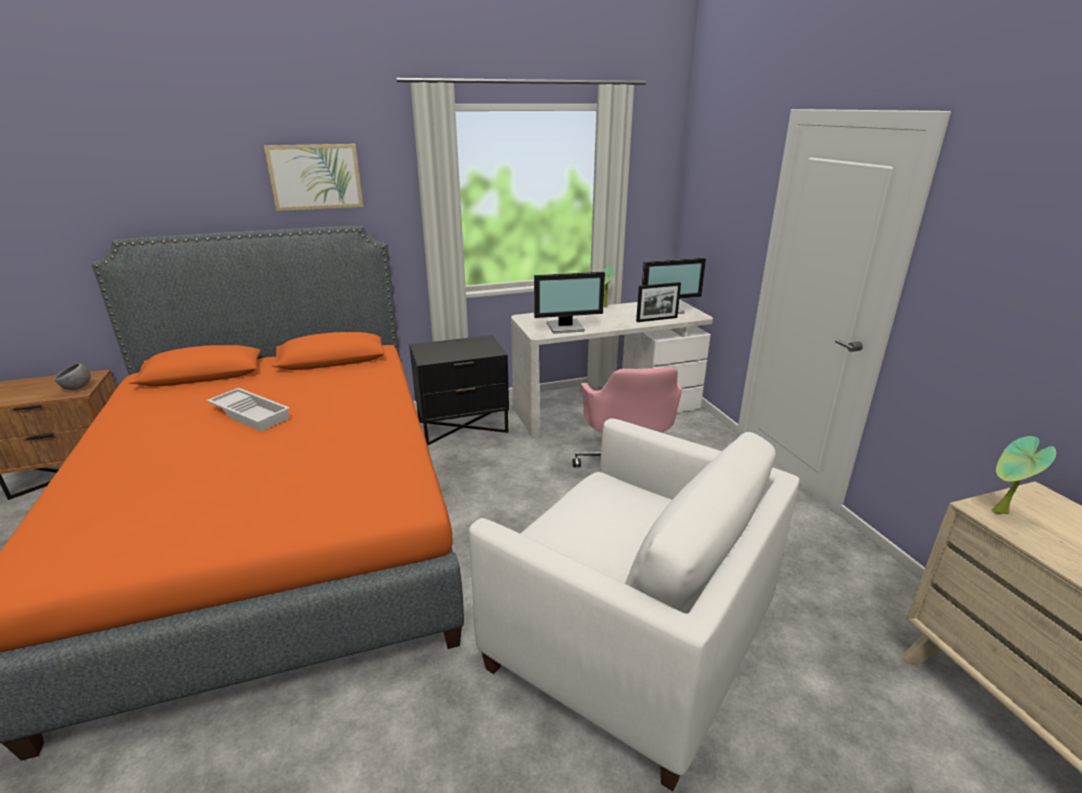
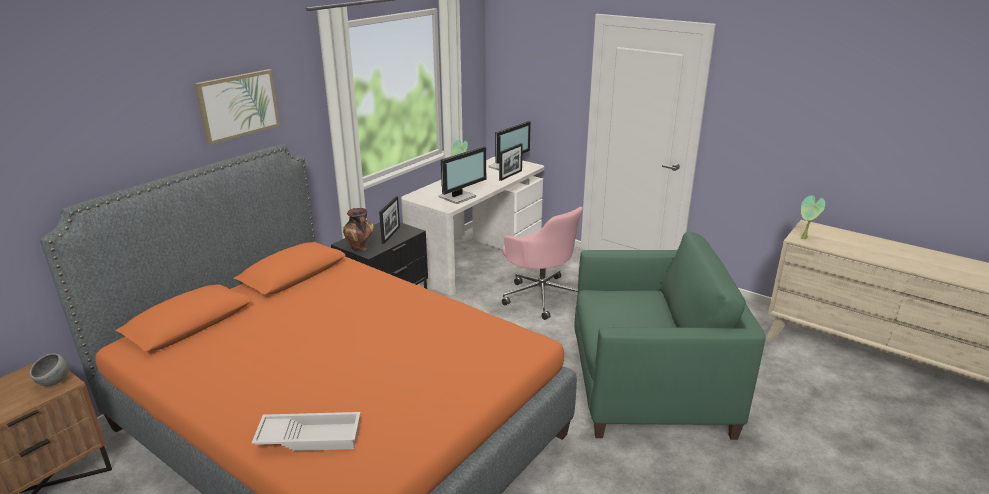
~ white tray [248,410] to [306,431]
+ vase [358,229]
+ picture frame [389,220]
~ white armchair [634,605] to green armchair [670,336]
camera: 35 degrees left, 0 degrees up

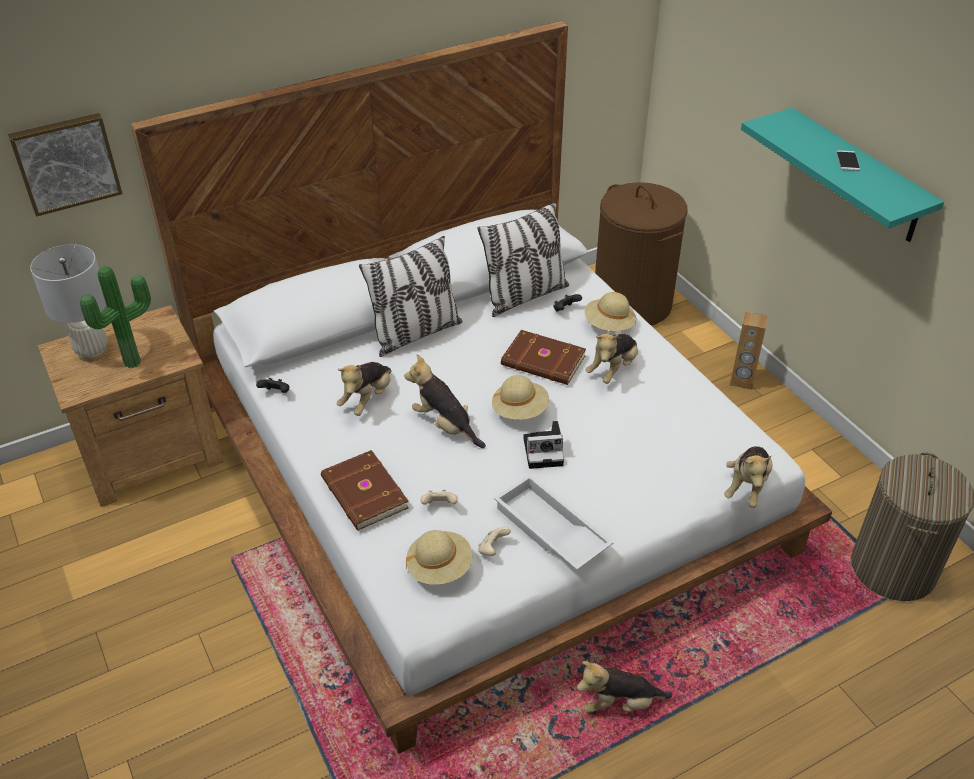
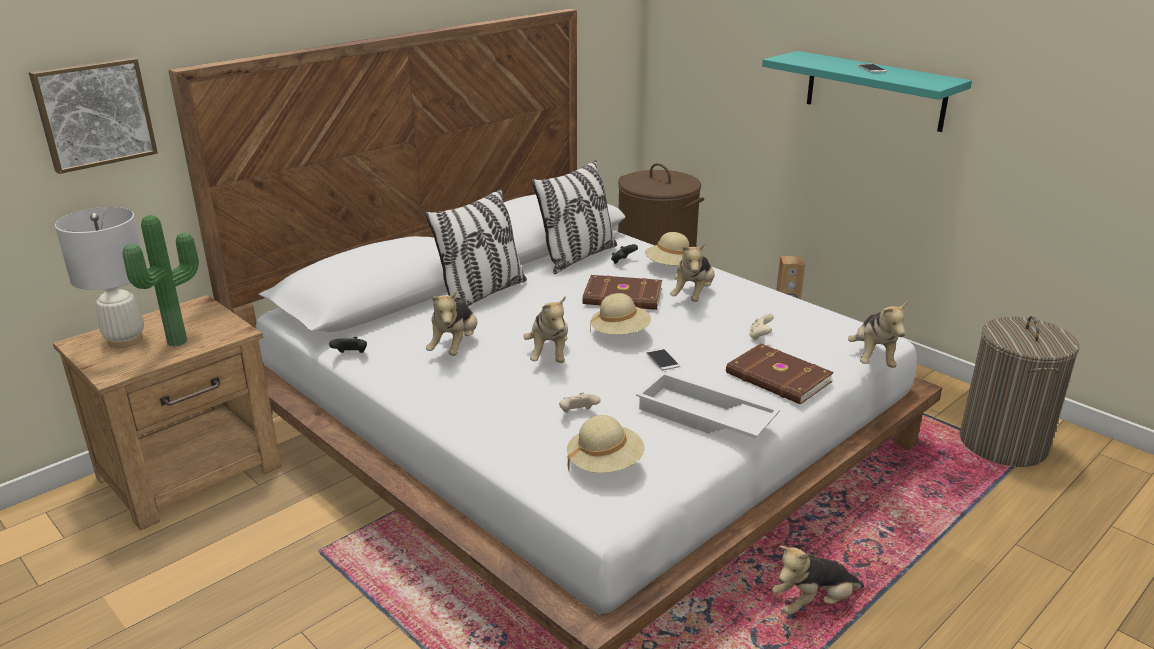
~ plush toy [445,401] = [545,329] 120 degrees counterclockwise
~ photo camera [543,445] to phone [663,359]
~ brown book [365,490] to [780,373]
~ beige game controller [494,541] to [761,327]
camera: 15 degrees left, 15 degrees down

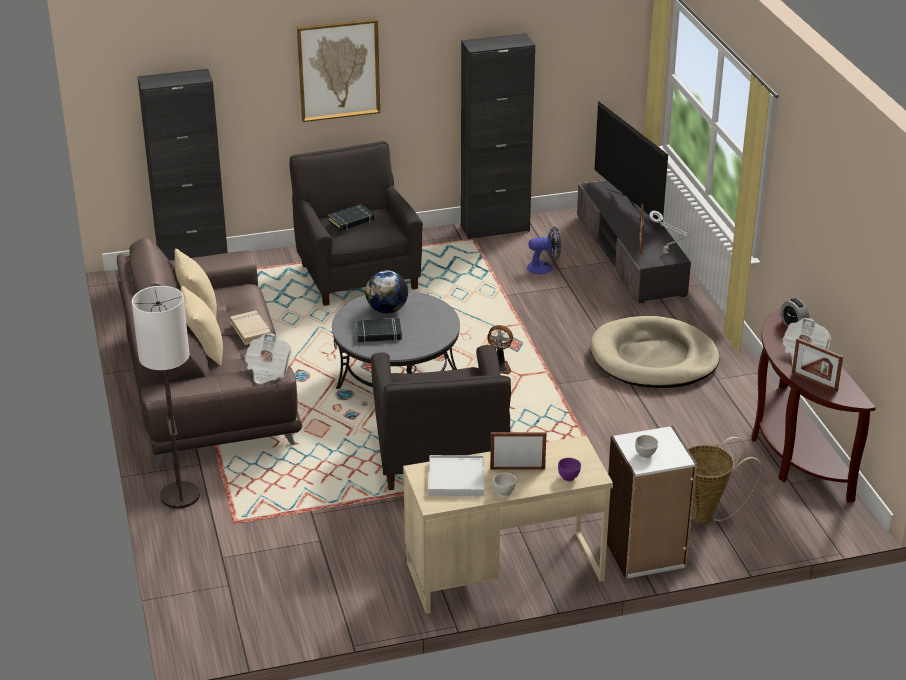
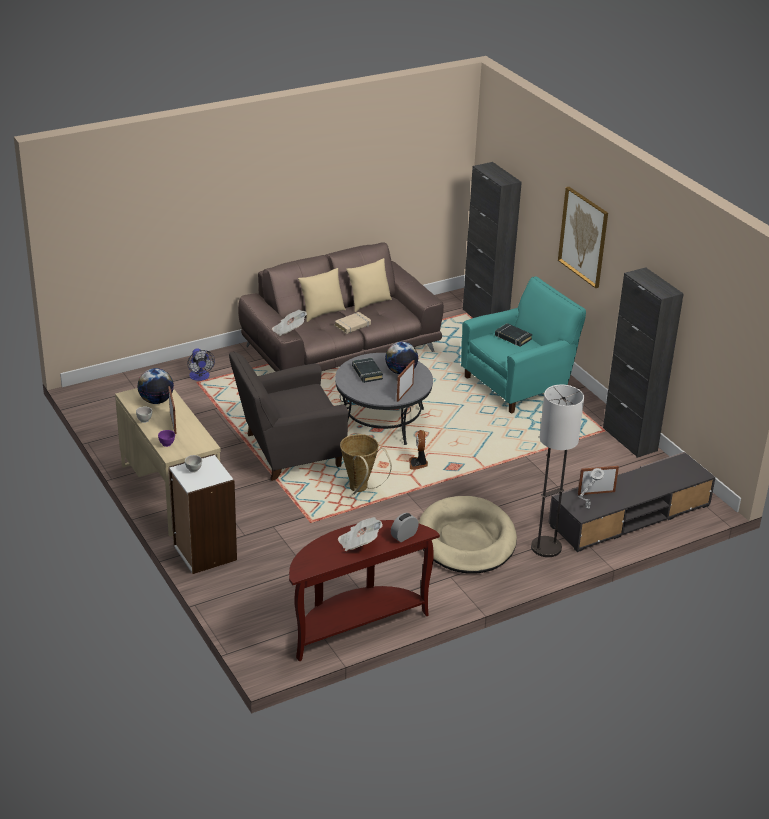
~ white tray [456,475] to globe [156,386]
~ fan [544,250] to [201,364]
~ basket [725,480] to [366,464]
~ picture frame [817,365] to [406,381]
~ grey armchair [356,223] to turquoise armchair [523,345]
~ floor lamp [166,397] to [557,470]
- television [631,163]
camera: 75 degrees right, 0 degrees up

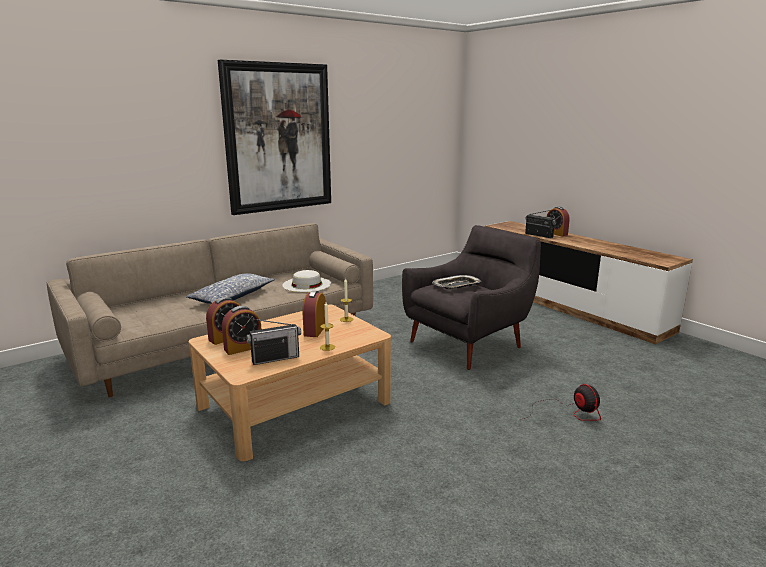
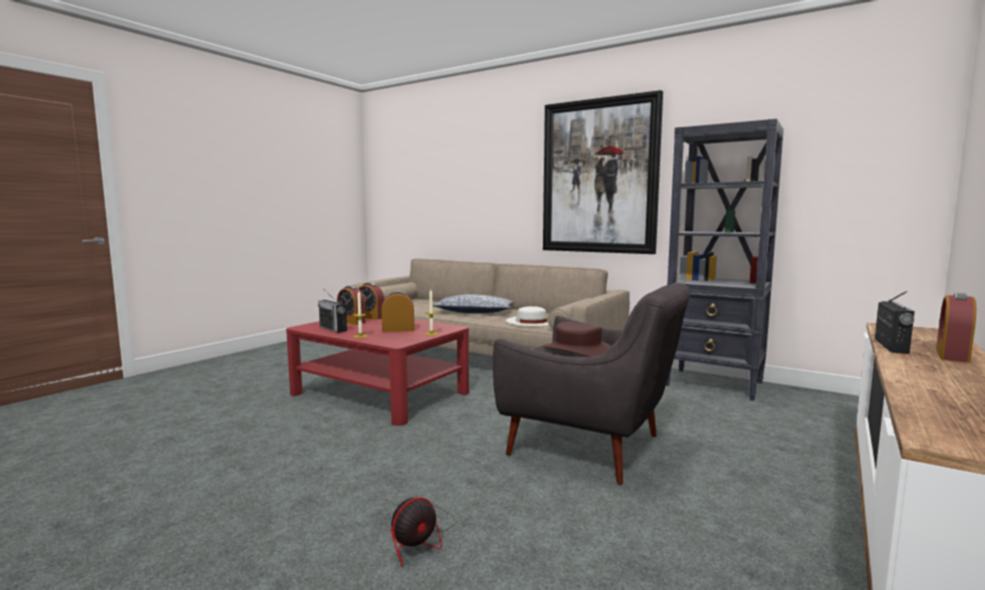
~ beige coffee table [289,383] to red coffee table [377,372]
~ tray [456,282] to brown hat [577,339]
+ black bookcase [725,260]
camera: 70 degrees right, 10 degrees down

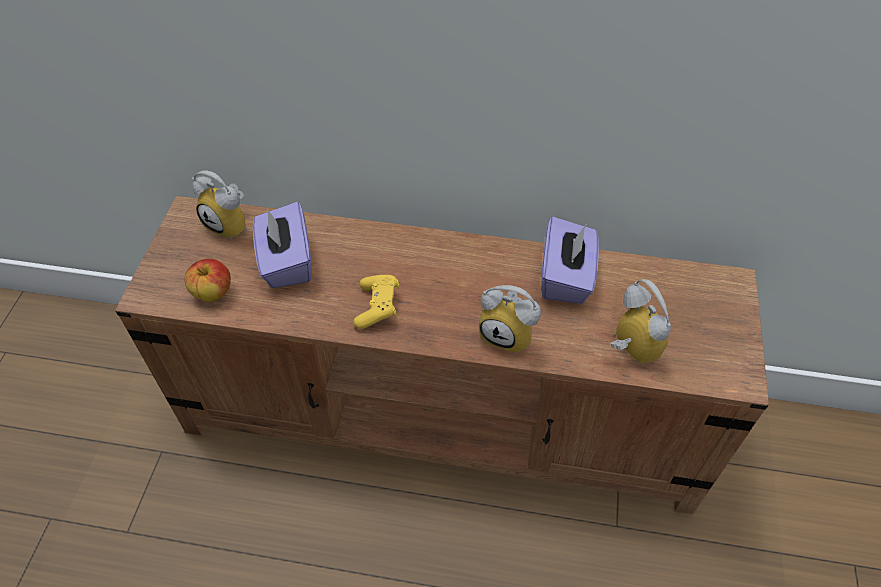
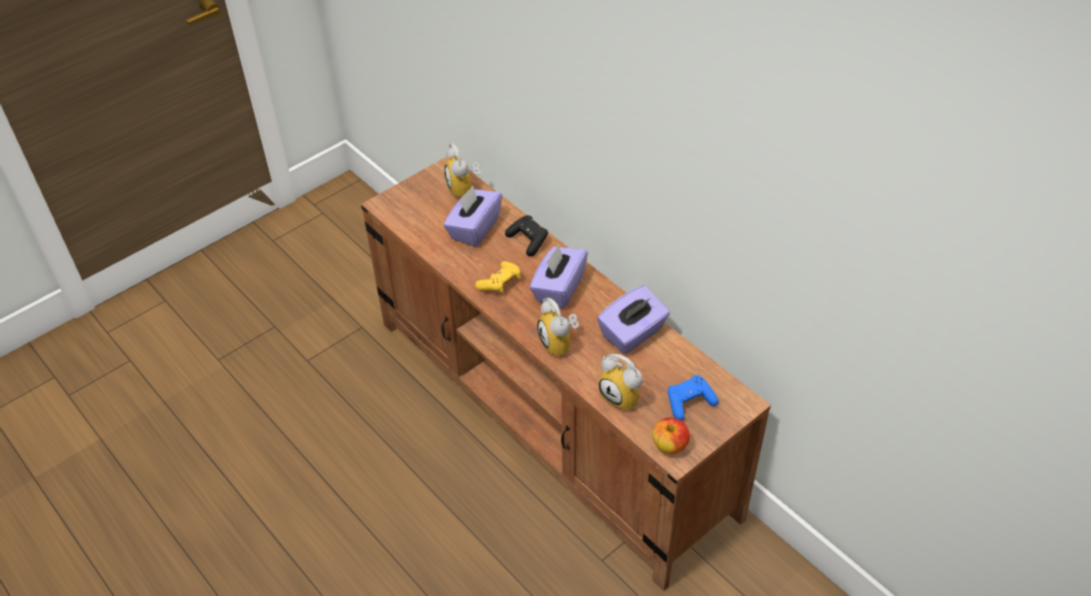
+ black game controller [526,235]
+ purple tissue box [559,276]
~ alarm clock [641,321] = [621,382] 120 degrees clockwise
~ apple [208,280] to [671,436]
+ blue game controller [693,398]
camera: 40 degrees right, 5 degrees down

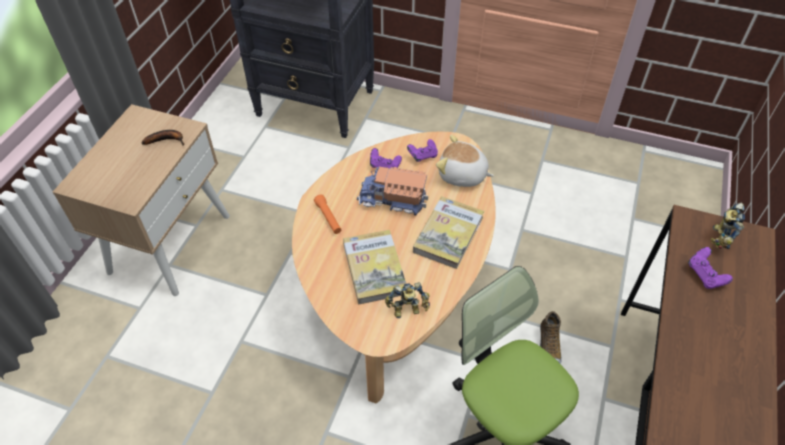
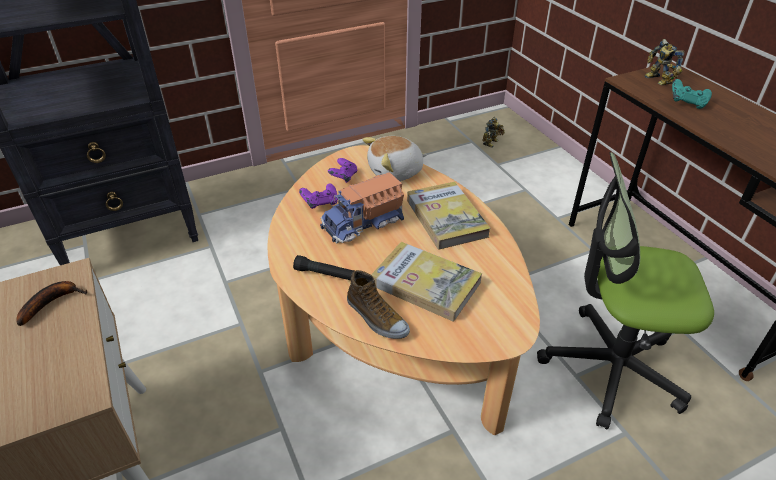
~ orange flashlight [327,214] to black flashlight [324,267]
~ shoe [551,337] to [378,304]
~ toy robot [407,300] to [493,132]
~ purple game controller [710,268] to turquoise game controller [692,94]
camera: 45 degrees left, 10 degrees down

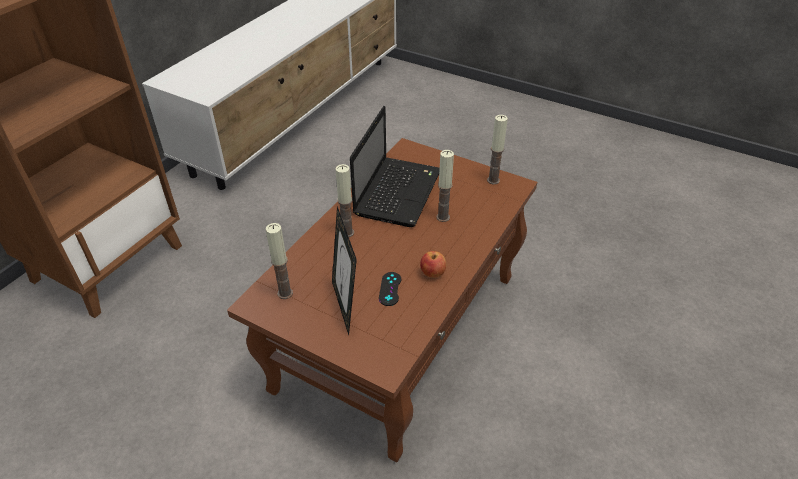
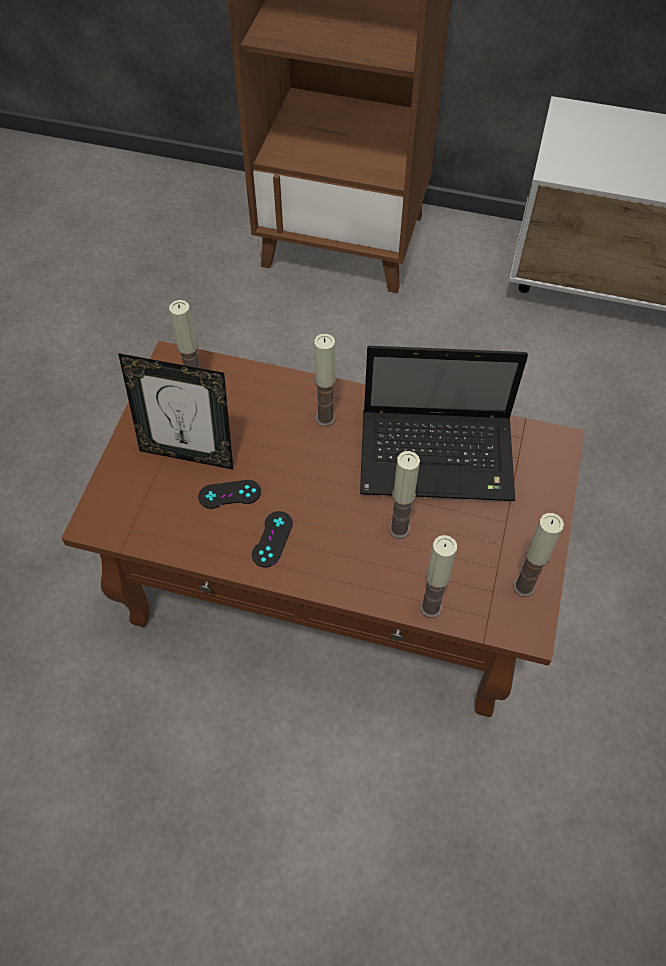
~ picture frame [344,271] = [175,411] 135 degrees counterclockwise
~ apple [433,264] to black game controller [272,539]
+ candle [438,576]
camera: 75 degrees right, 15 degrees up

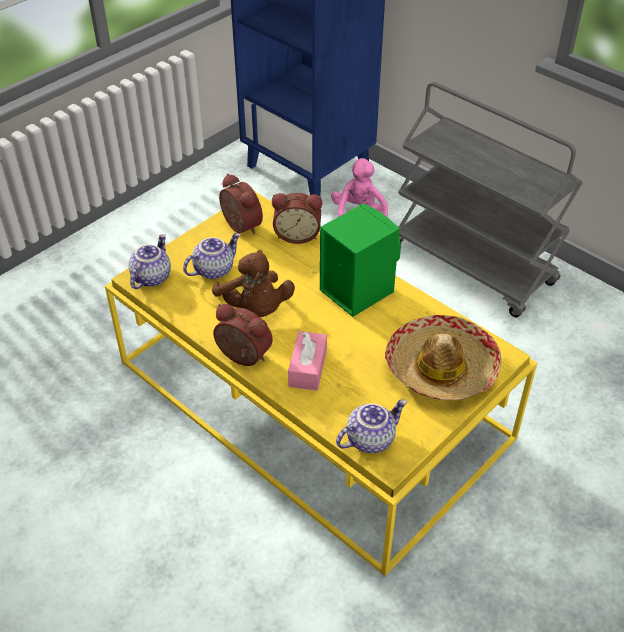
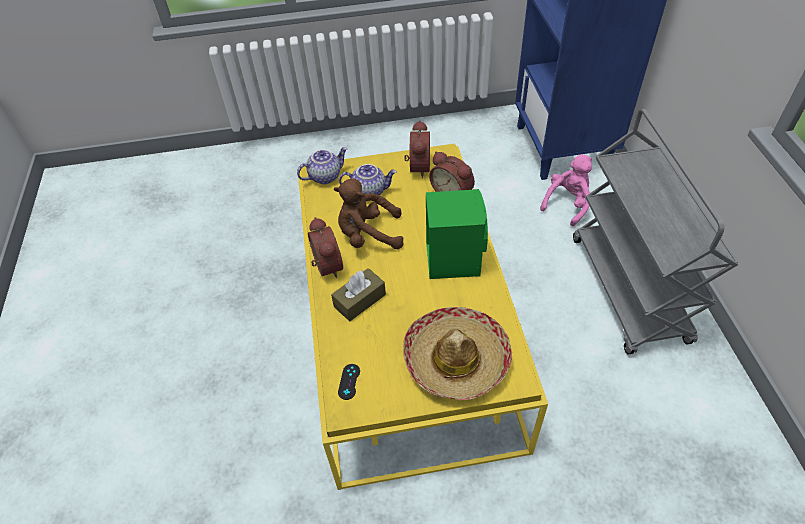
~ pink tissue box [307,361] to brown tissue box [358,294]
~ brown plush toy [253,283] = [369,213] 75 degrees clockwise
~ teapot [371,426] to black game controller [349,382]
camera: 40 degrees right, 5 degrees up

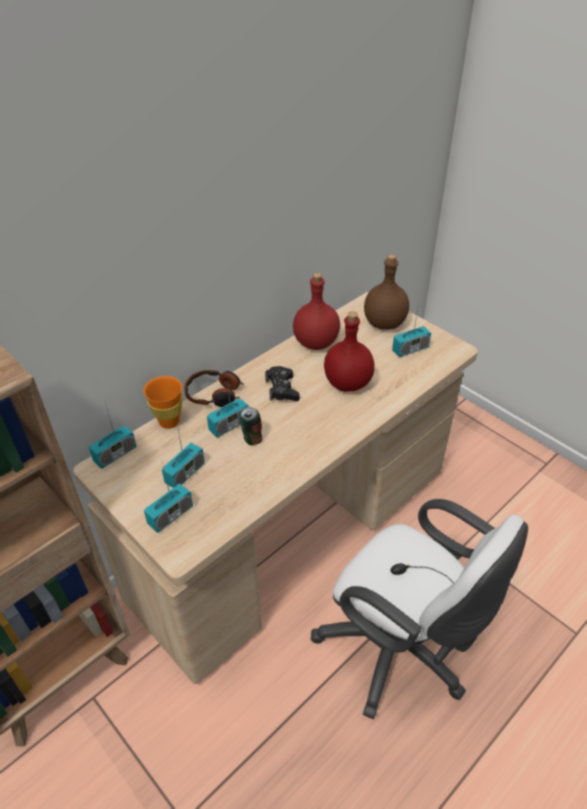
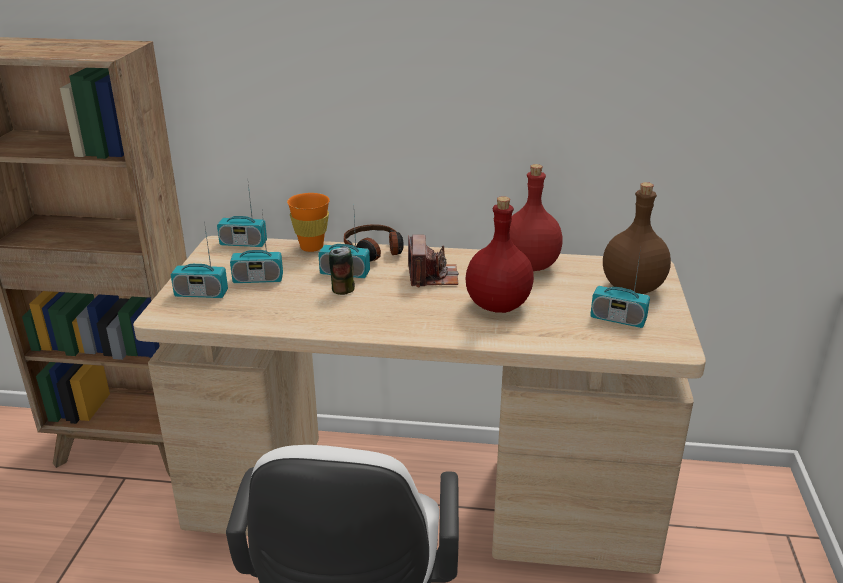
~ black game controller [282,383] to photo camera [433,261]
camera: 50 degrees right, 15 degrees down

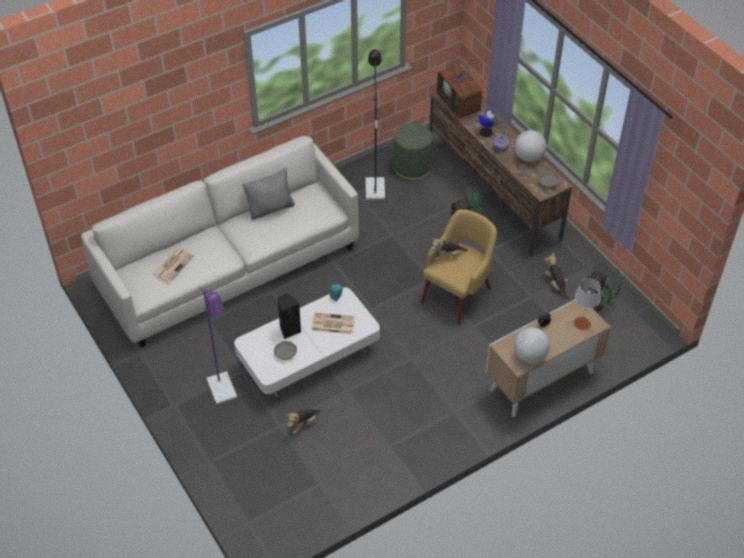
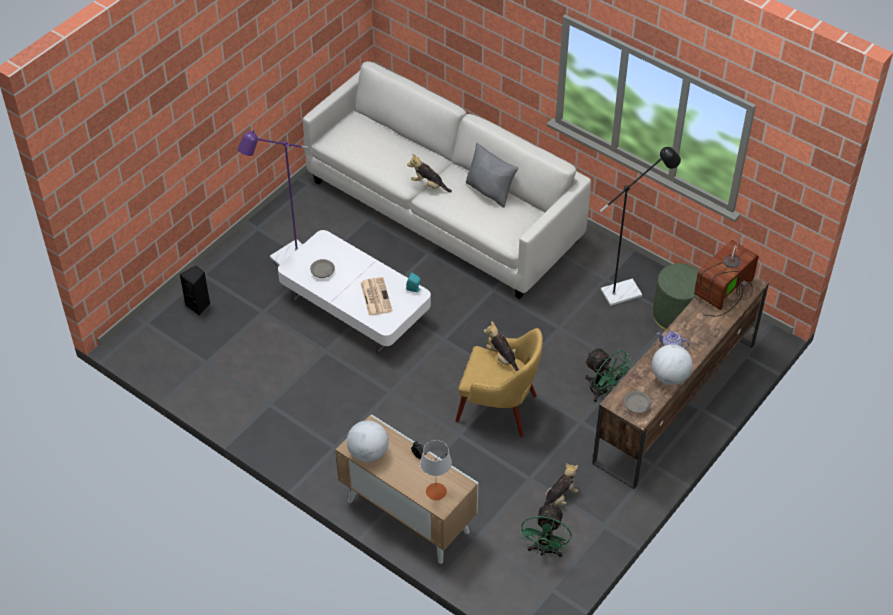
~ black speaker [289,316] to [194,290]
~ plush toy [304,421] to [429,173]
- newspaper [173,265]
- globe [488,123]
camera: 70 degrees right, 0 degrees up

